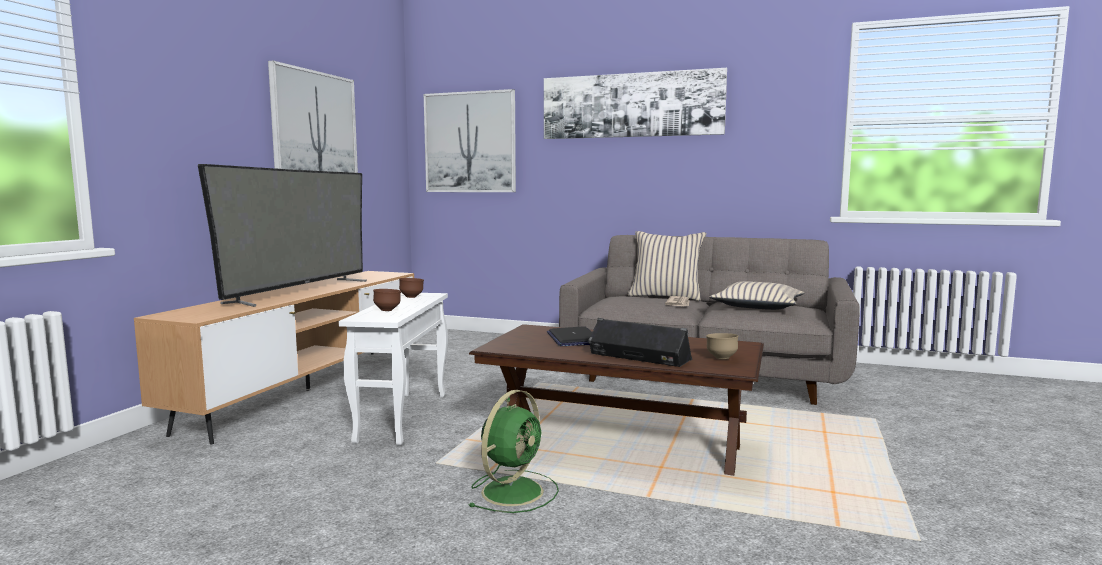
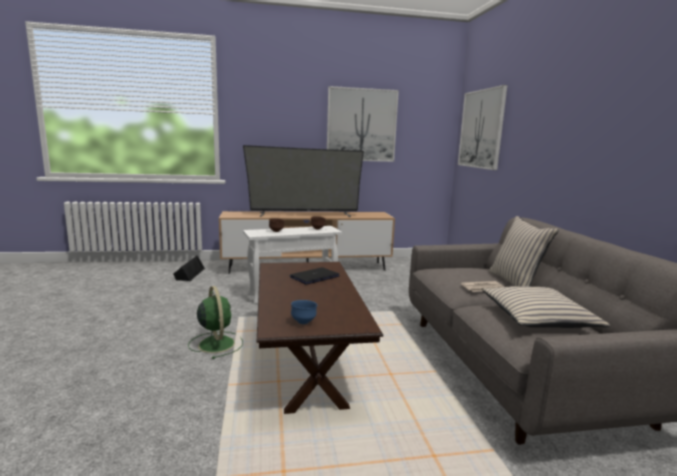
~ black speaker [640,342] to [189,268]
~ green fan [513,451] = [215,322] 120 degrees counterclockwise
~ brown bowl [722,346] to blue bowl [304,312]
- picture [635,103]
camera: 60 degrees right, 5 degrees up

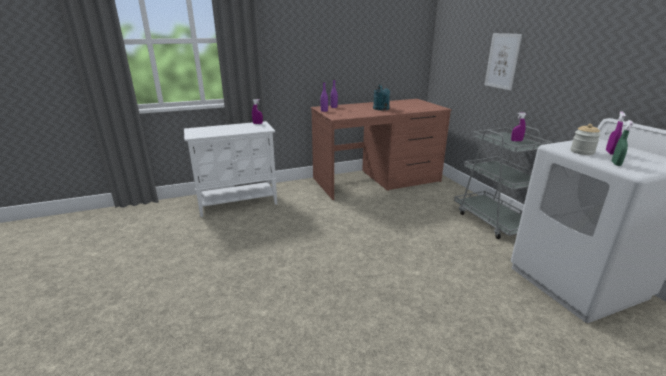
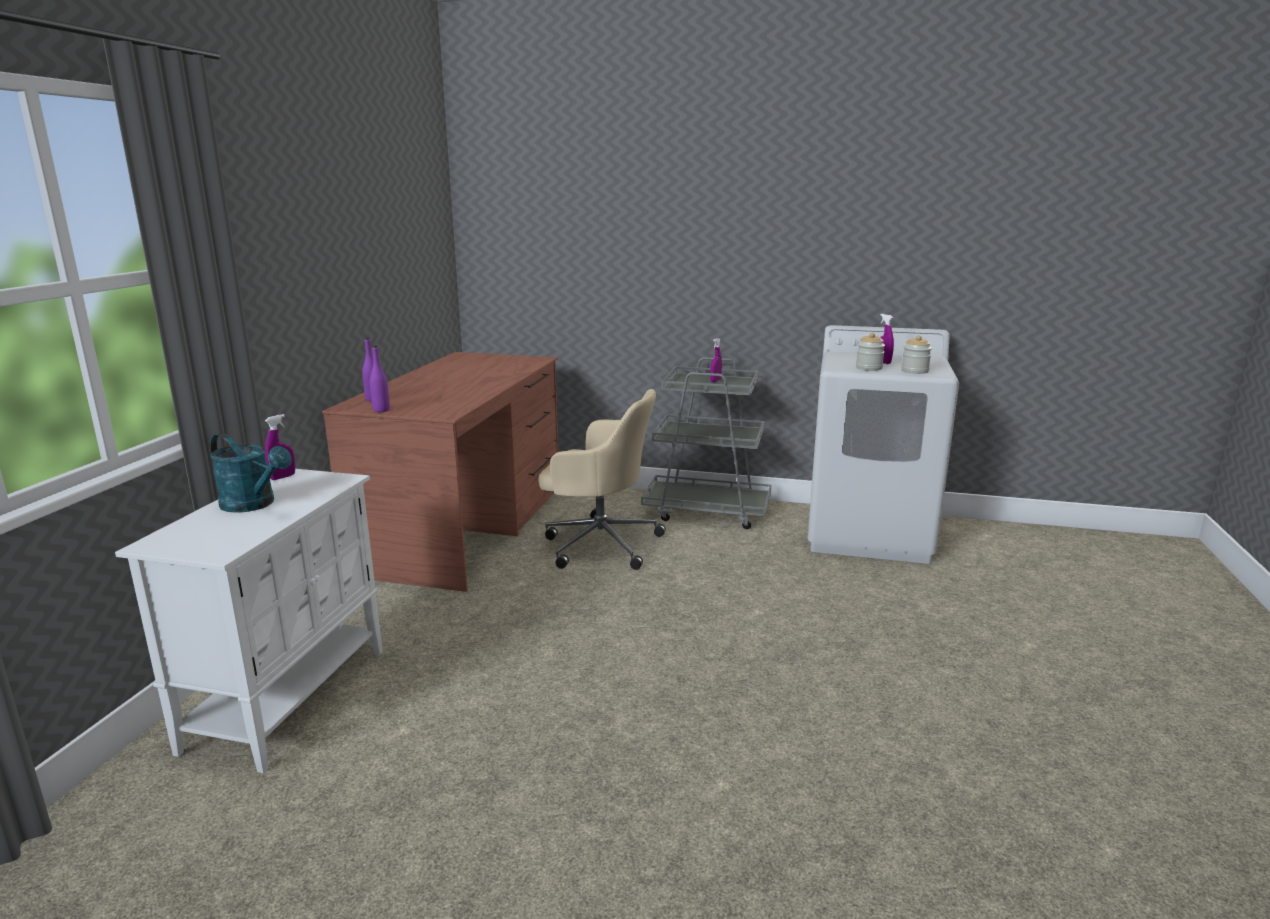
~ turquoise watering can [381,97] to [251,473]
+ beige office chair [602,479]
~ green spray bottle [622,143] to jar [916,354]
- picture [503,61]
camera: 55 degrees left, 5 degrees down

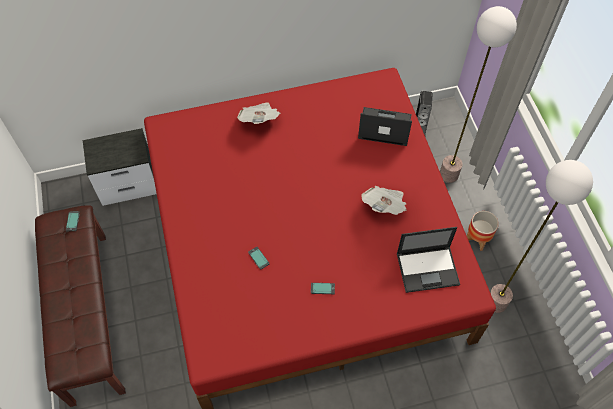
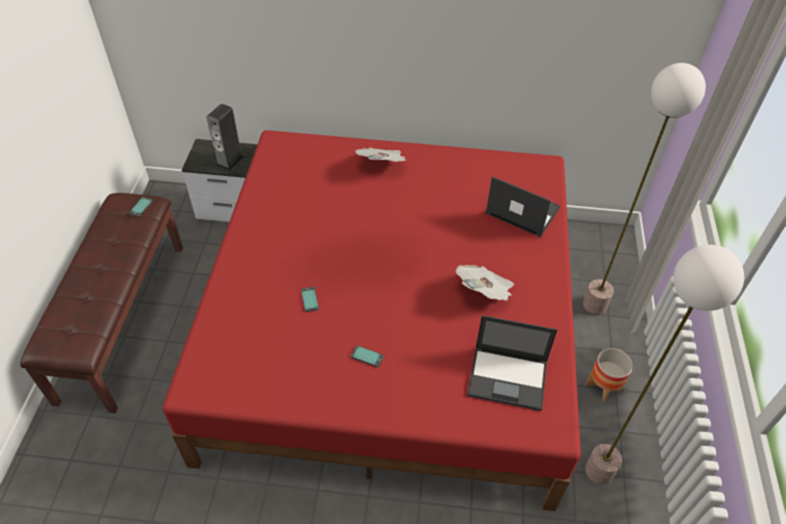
~ speaker [424,113] to [225,137]
camera: 20 degrees right, 10 degrees down

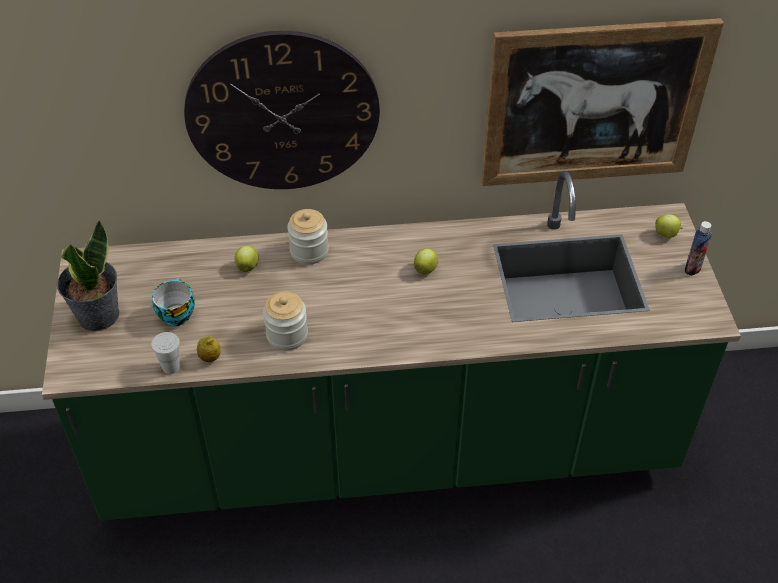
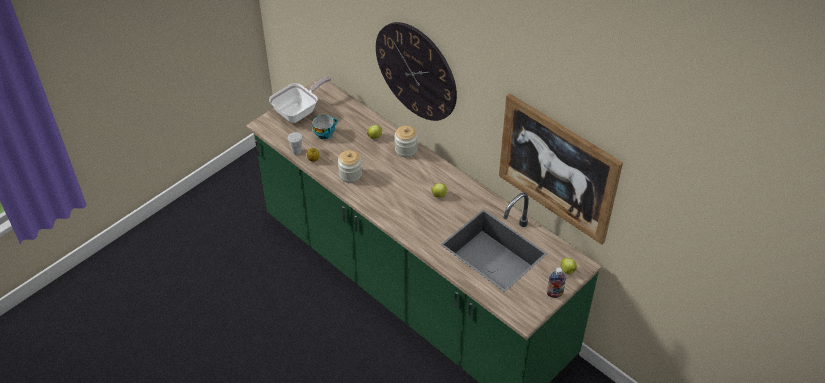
~ potted plant [88,275] to frying pan [300,99]
camera: 50 degrees right, 0 degrees up

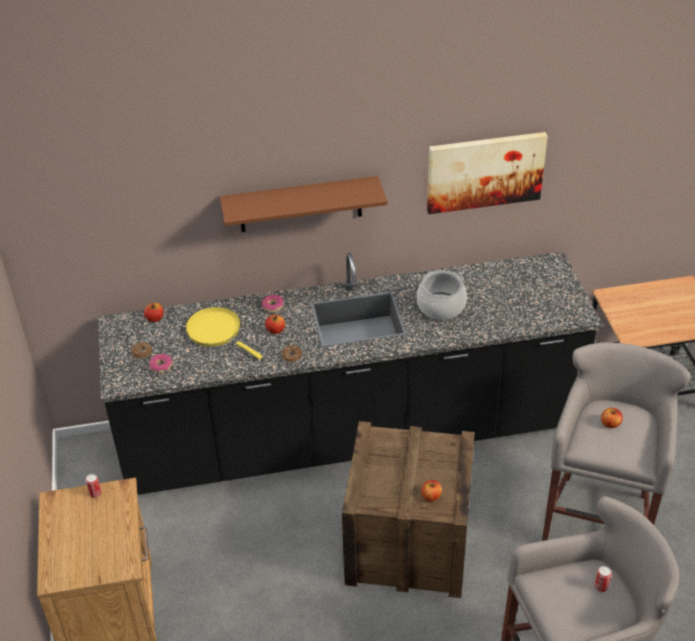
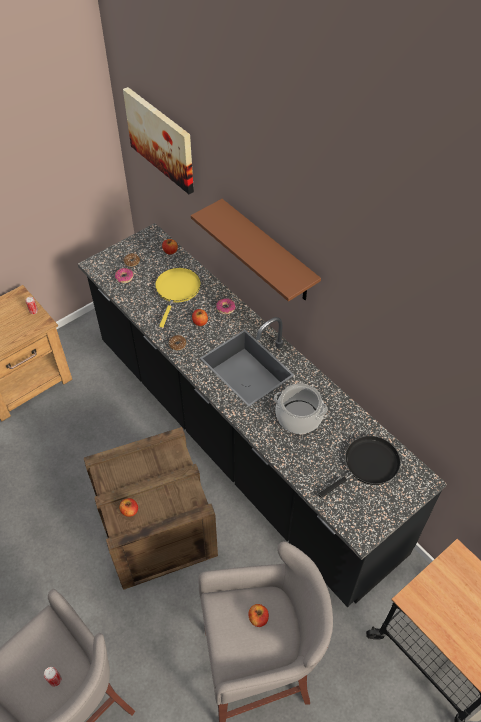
~ picture [487,173] to [158,140]
+ black frying pan [359,467]
camera: 60 degrees right, 10 degrees up

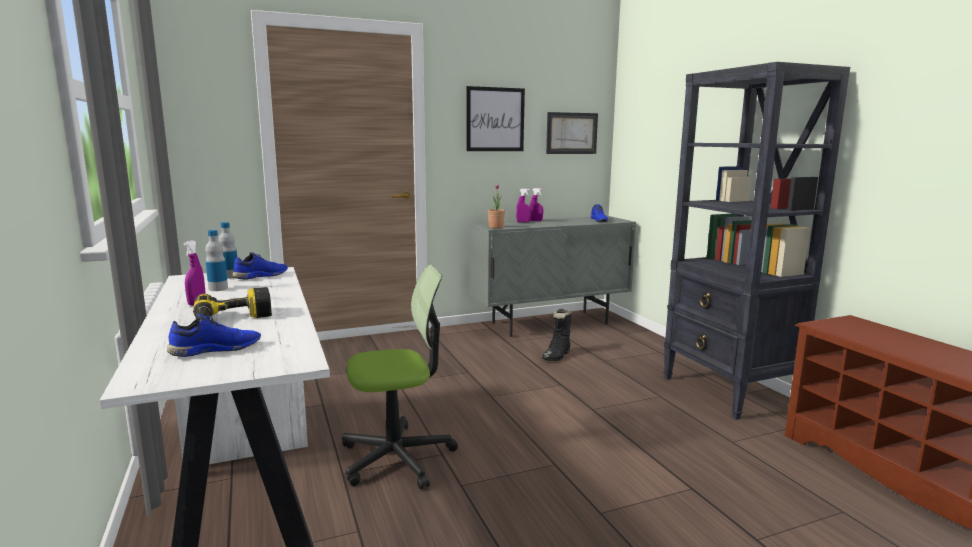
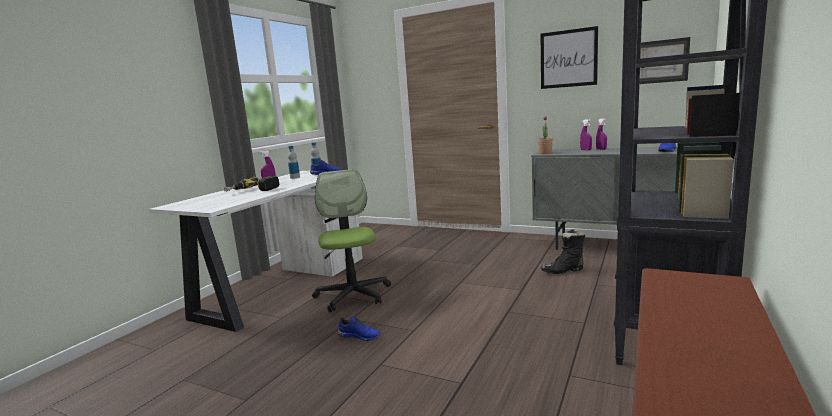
~ office chair [400,377] = [351,240] 135 degrees counterclockwise
~ blue shoe [214,335] to [359,328]
camera: 50 degrees right, 0 degrees up

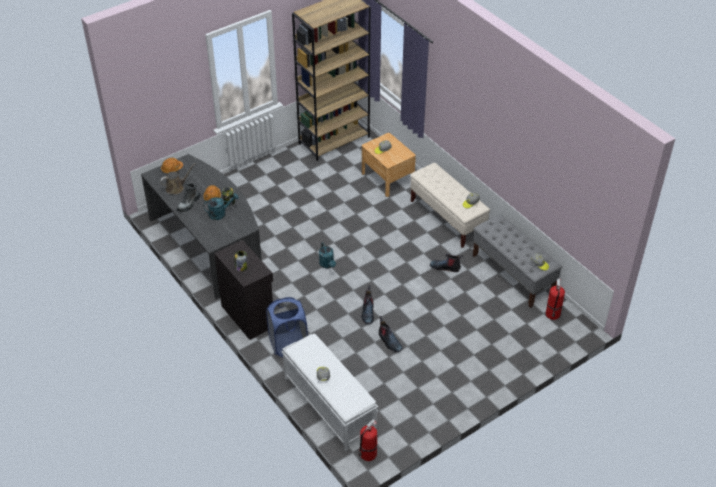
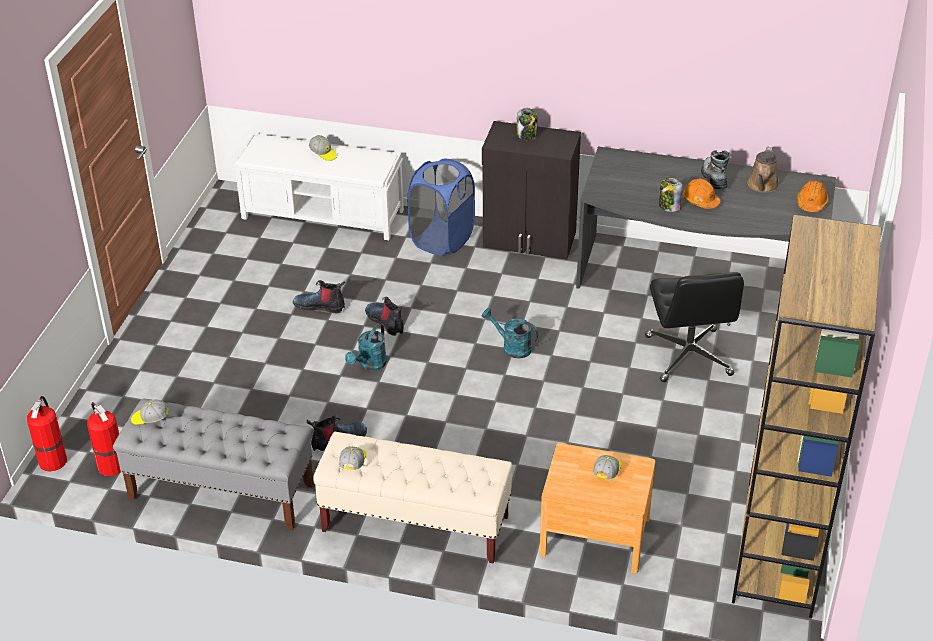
~ fire extinguisher [367,440] to [47,434]
~ turquoise watering can [221,206] to [366,347]
+ black office chair [694,327]
camera: 140 degrees right, 5 degrees down

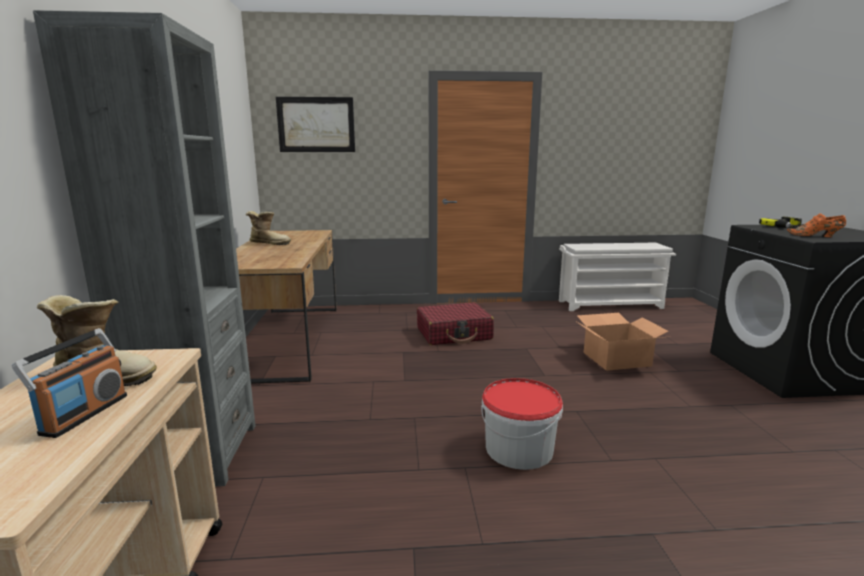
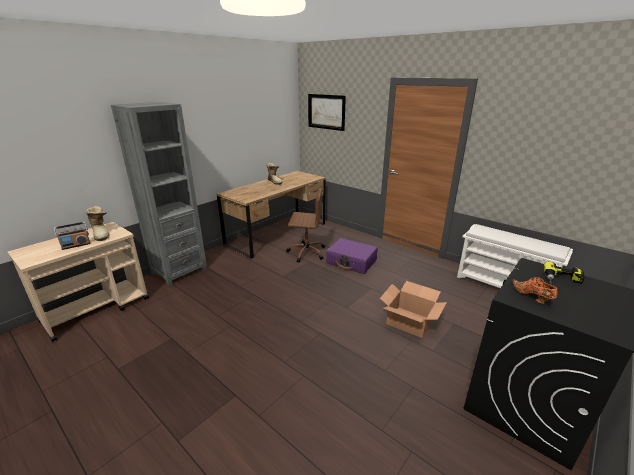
+ brown office chair [305,225]
~ red suitcase [455,323] to purple suitcase [352,256]
- bucket [522,424]
camera: 45 degrees right, 10 degrees up

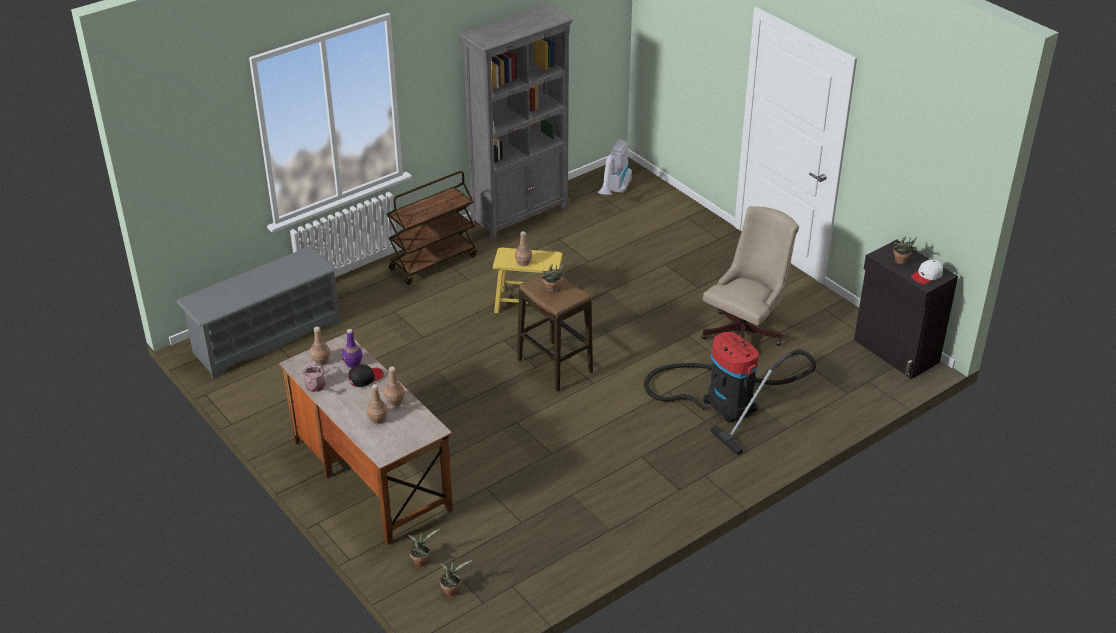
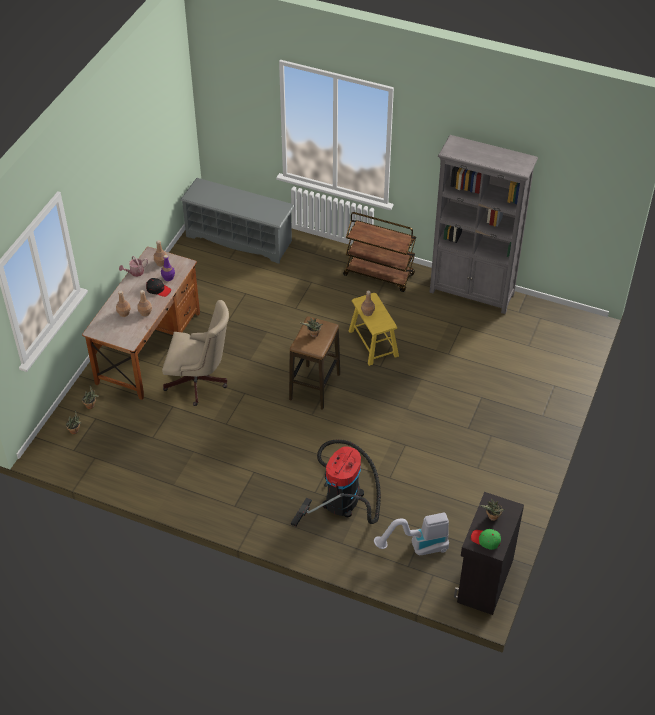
~ beige office chair [750,276] to [195,353]
~ vacuum cleaner [615,167] to [411,534]
~ white cap [927,271] to green cap [486,539]
camera: 60 degrees right, 10 degrees up

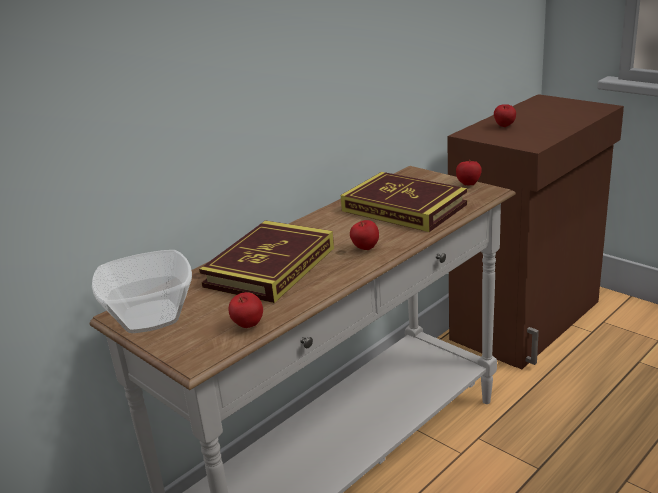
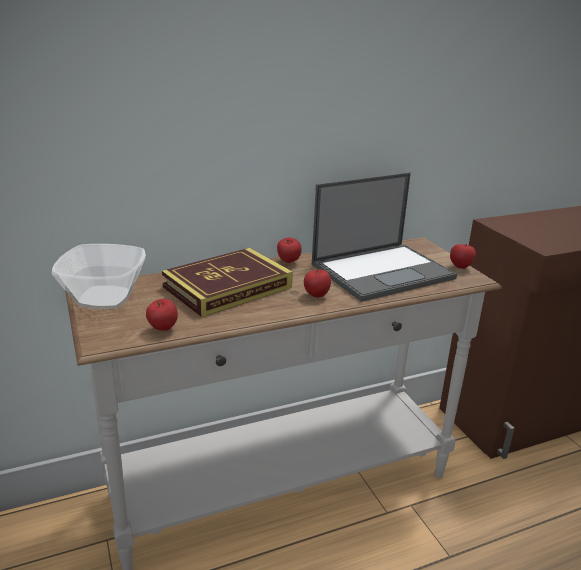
~ apple [505,115] to [289,250]
~ book [404,202] to laptop [384,237]
camera: 20 degrees right, 0 degrees up

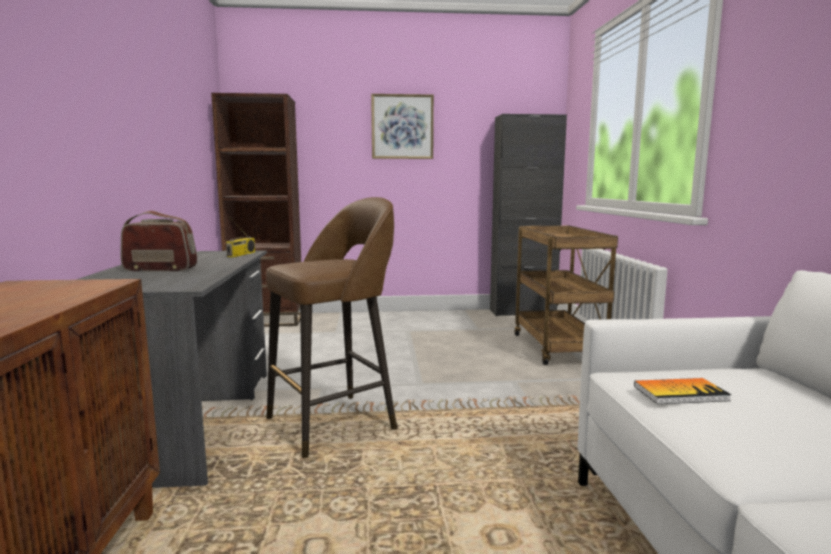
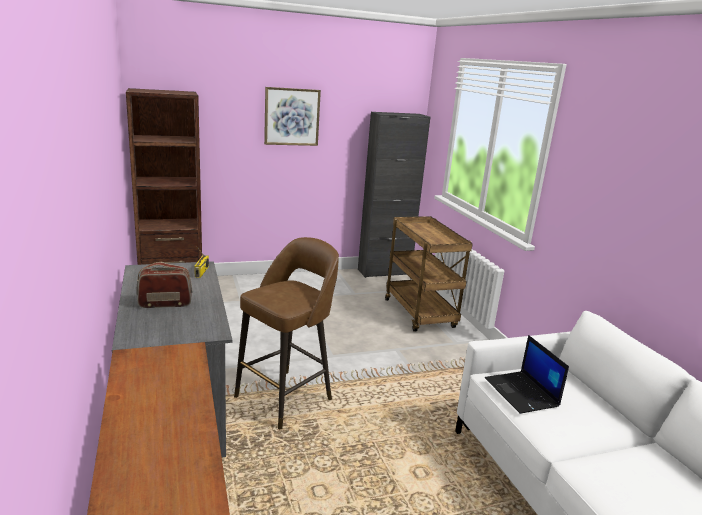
~ book [683,391] to laptop [527,374]
camera: 15 degrees left, 10 degrees up

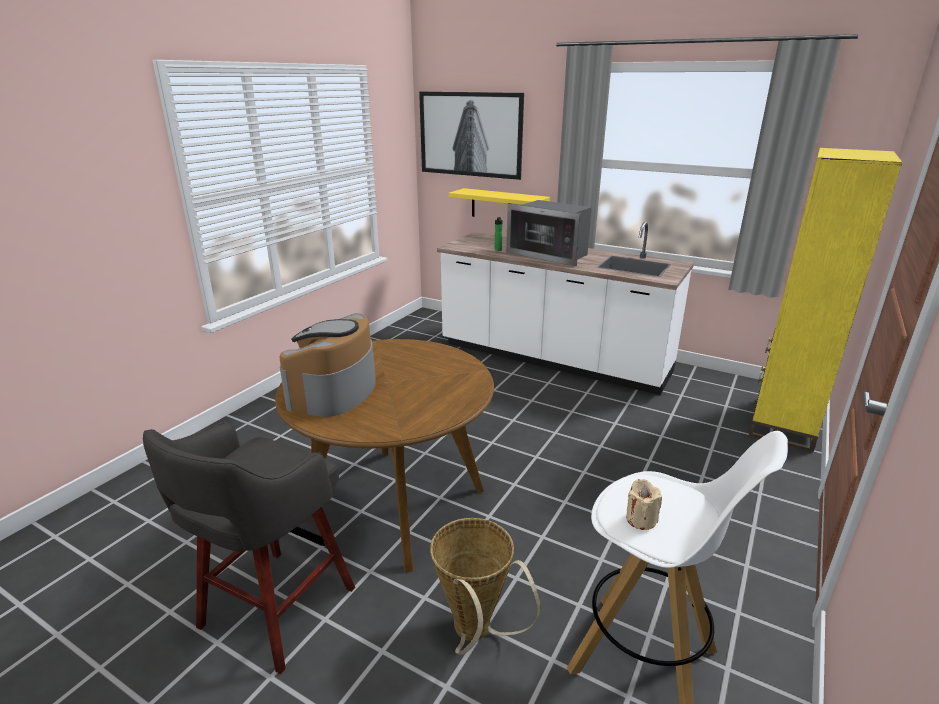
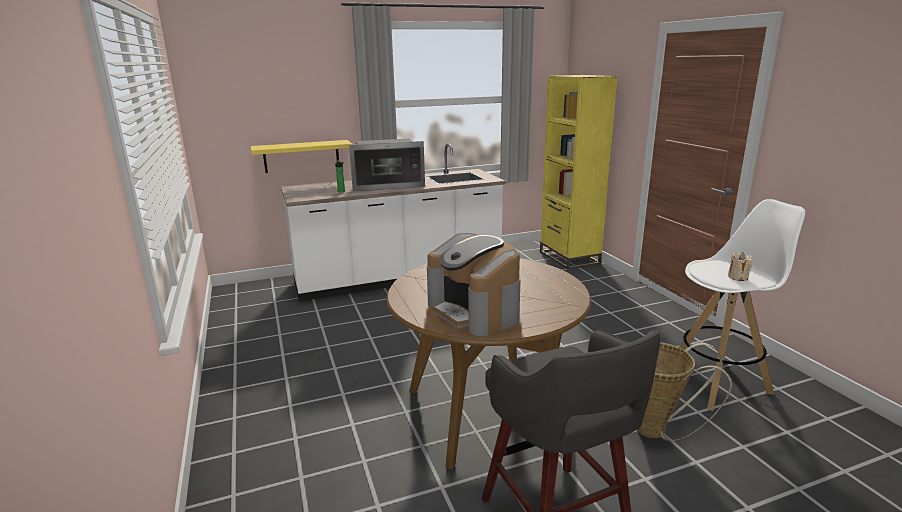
- picture [471,136]
camera: 50 degrees left, 5 degrees down

